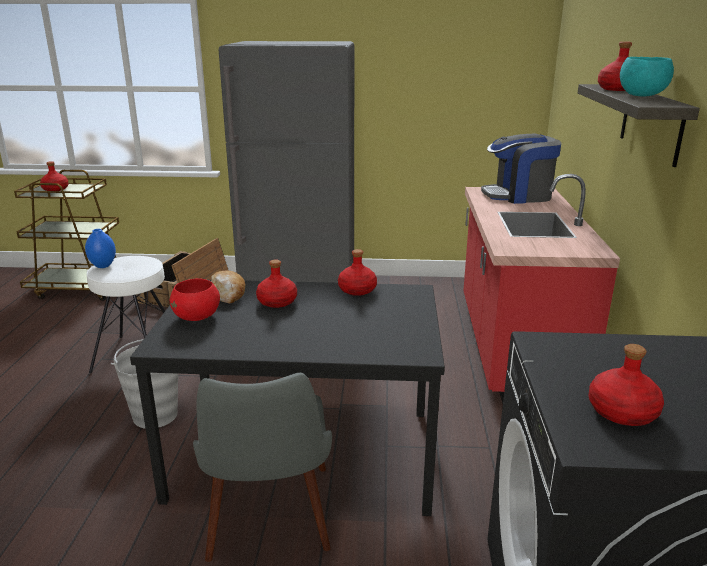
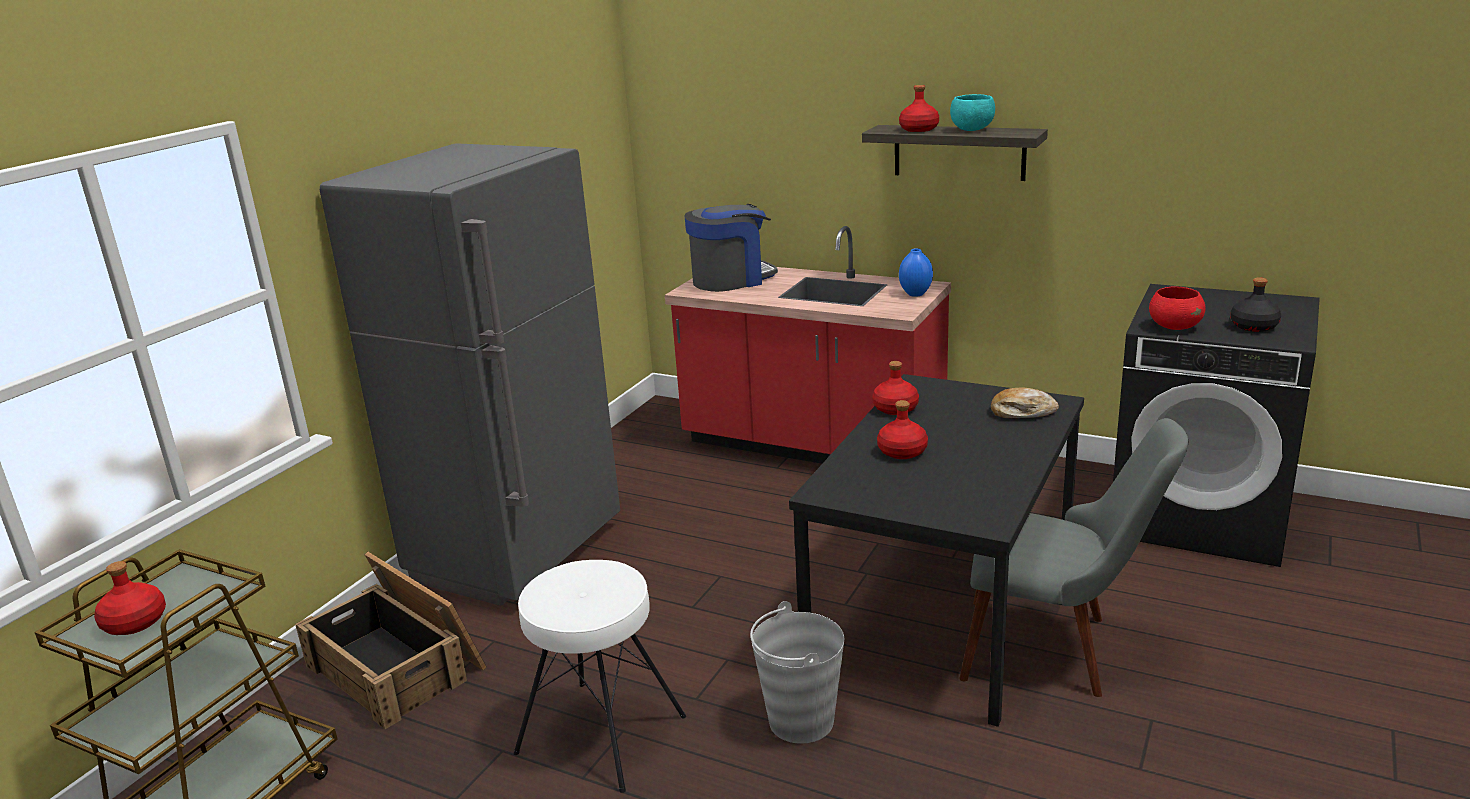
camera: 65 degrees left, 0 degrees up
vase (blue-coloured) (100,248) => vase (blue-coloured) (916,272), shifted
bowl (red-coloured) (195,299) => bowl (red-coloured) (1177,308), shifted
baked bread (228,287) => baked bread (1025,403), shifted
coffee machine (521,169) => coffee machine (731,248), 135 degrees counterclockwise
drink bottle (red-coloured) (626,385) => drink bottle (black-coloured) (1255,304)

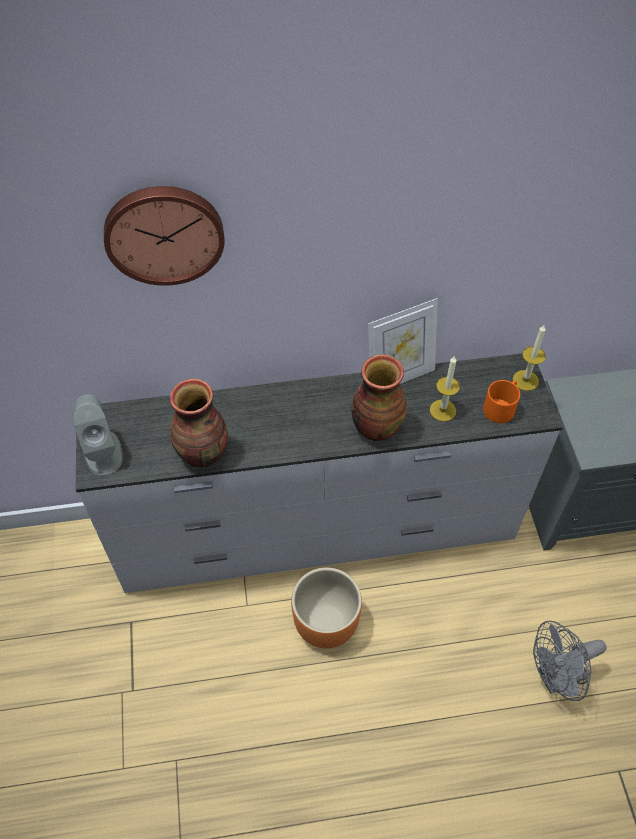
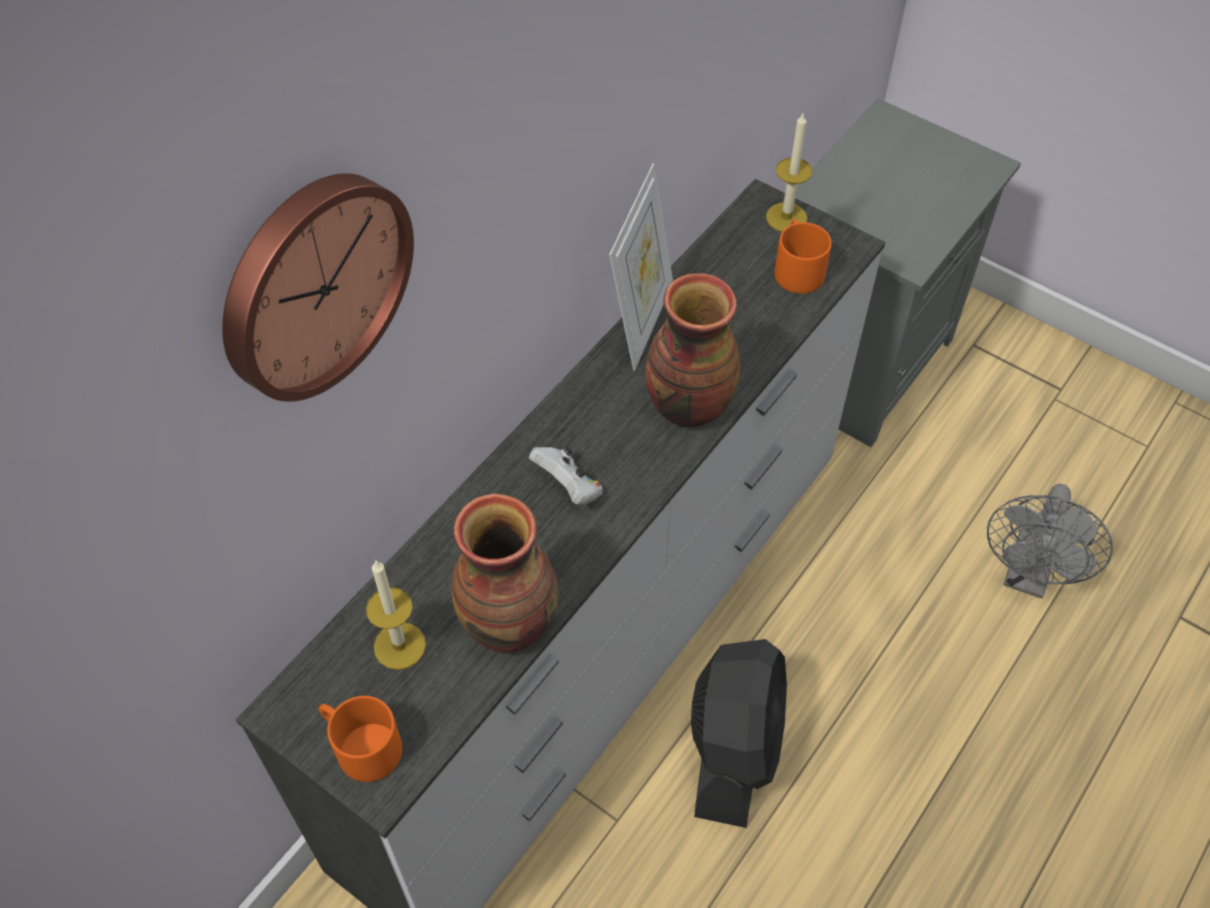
camera: 45 degrees left, 0 degrees up
speaker (gray) (98,434) => coffee mug (orange-coloured) (360,739)
plant pot (orange-coloured) (326,608) => cooling fan (black-coloured) (739,733)
wax candle (445,388) => wax candle (396,615), shifted
nothing => joypad (whitish) (566,476)

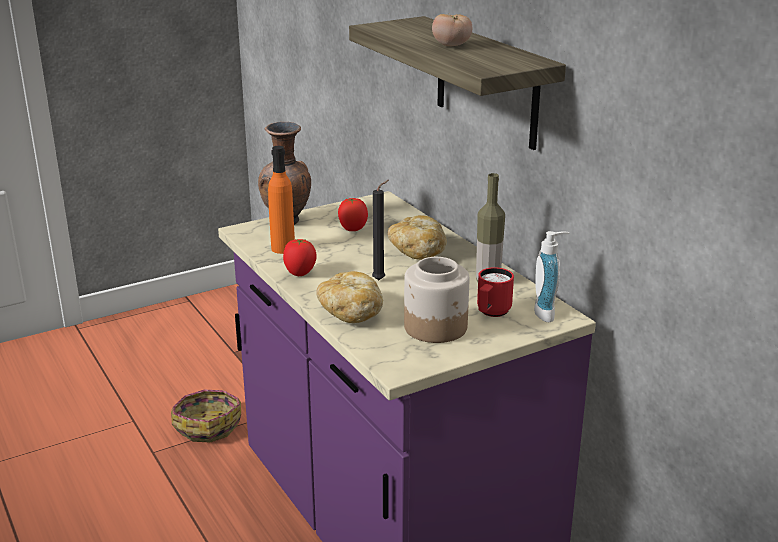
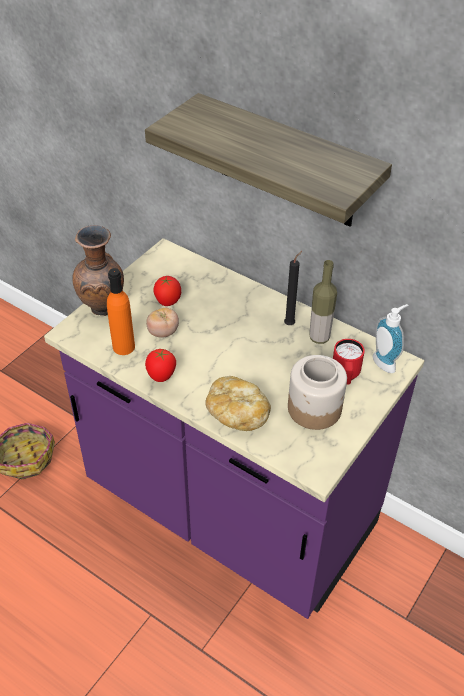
camera: 25 degrees left, 20 degrees up
wax candle (black-coloured) (380,230) => wax candle (black-coloured) (293,288), shifted
baked bread (417,237) => nothing
whole tomato (452,30) => whole tomato (162,323), shifted

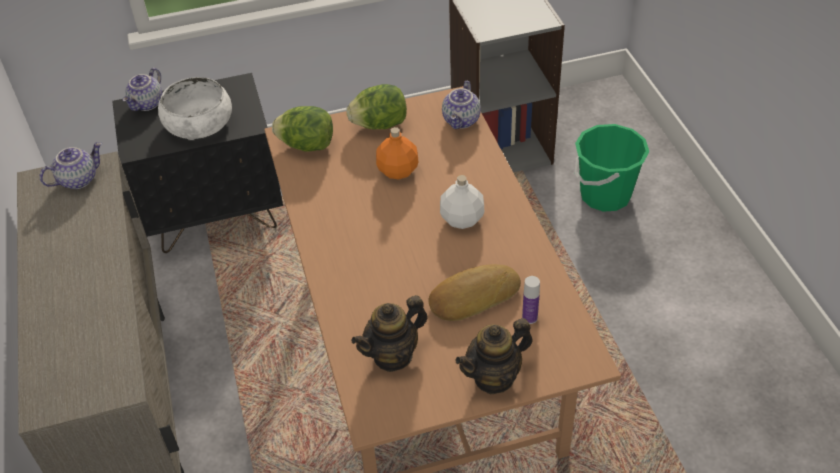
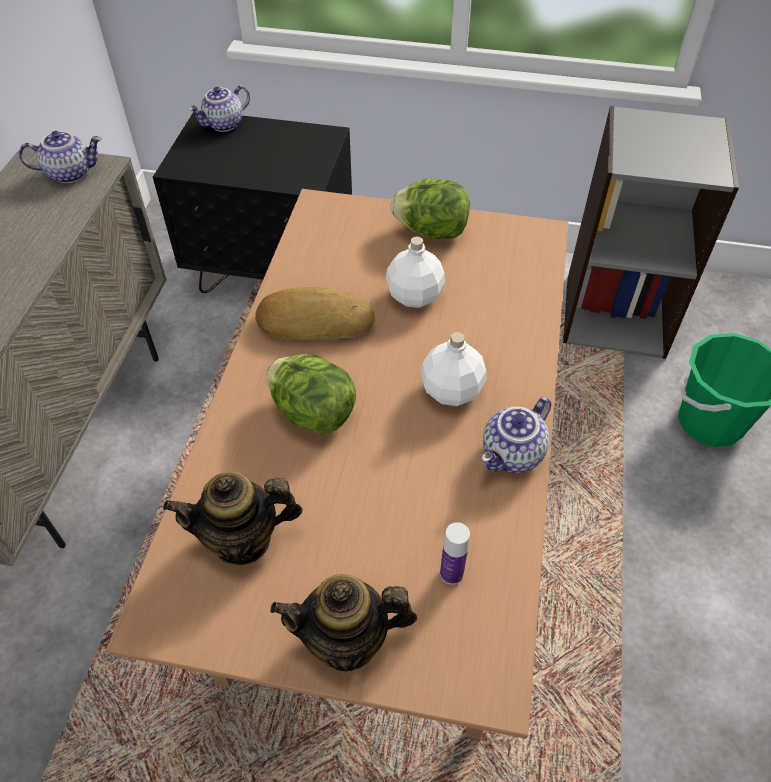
camera: 25 degrees right, 5 degrees up
bowl (whitish) (195,108) => nothing
lettuce head (302,128) => lettuce head (311,394), shifted
drink bottle (orange-coloured) (397,153) => drink bottle (whitish) (415,272)
baked bread (475,292) => baked bread (315,314), shifted
tea pot (461,105) => tea pot (516,435), shifted

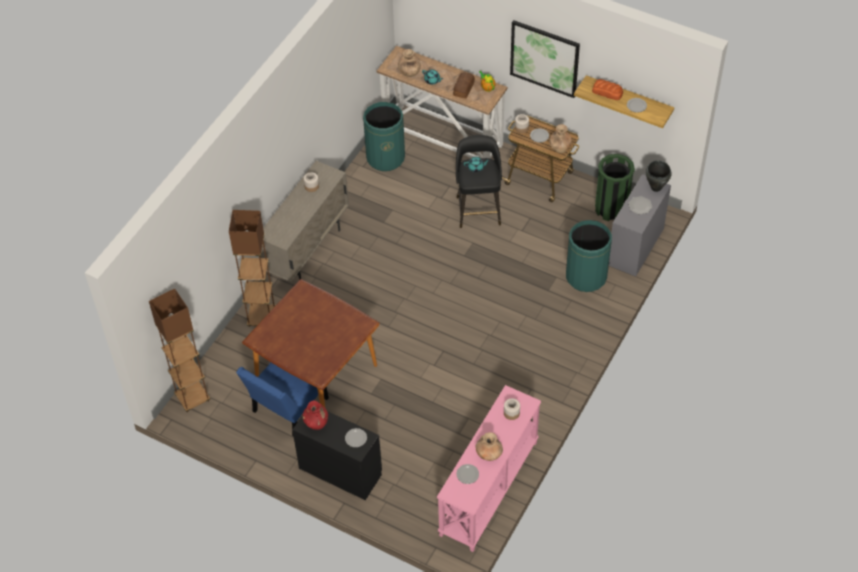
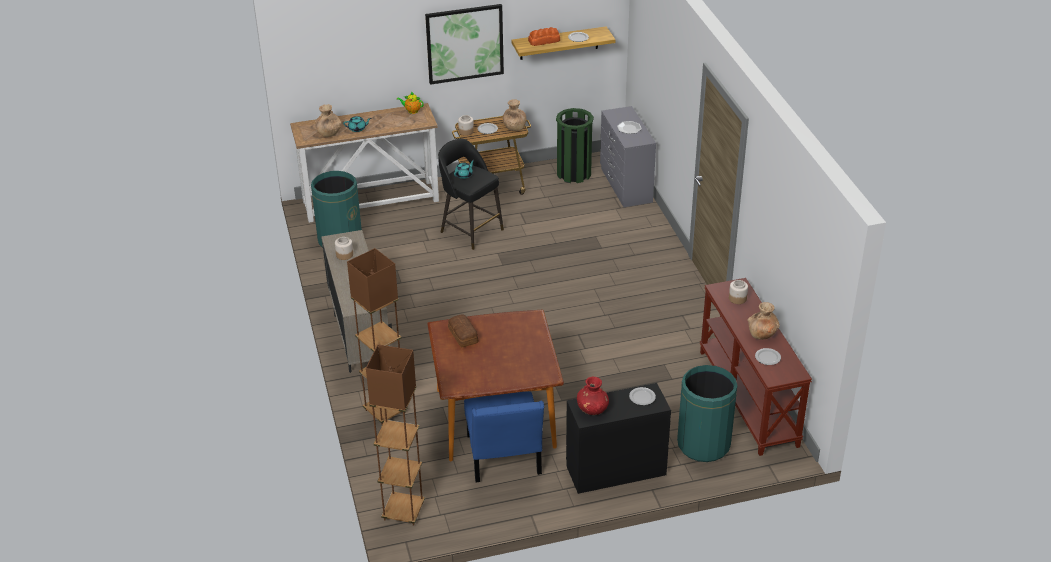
camera: 45 degrees left, 15 degrees down
console table (pink-coloured) (489,468) => console table (brown-coloured) (756,367)
baked bread (464,85) => baked bread (463,331), shifted
rubbish bin (green-coloured) (589,256) => rubbish bin (green-coloured) (707,413), shifted
stockpot (black-coloured) (659,176) => nothing

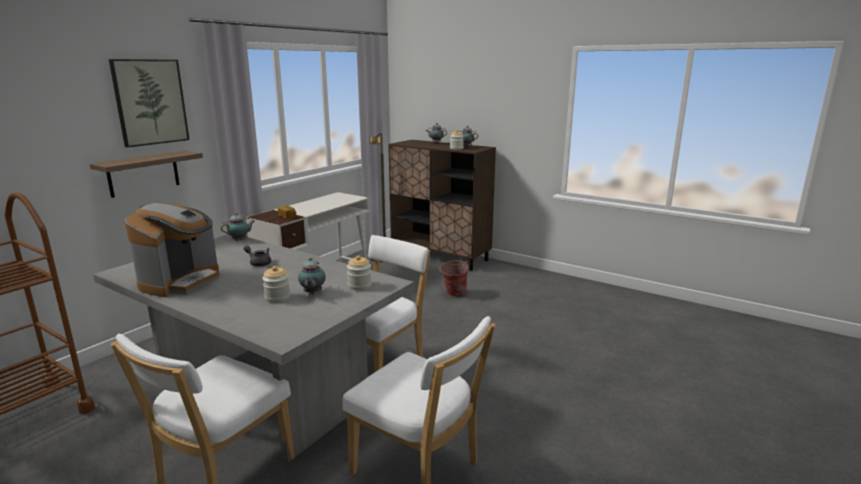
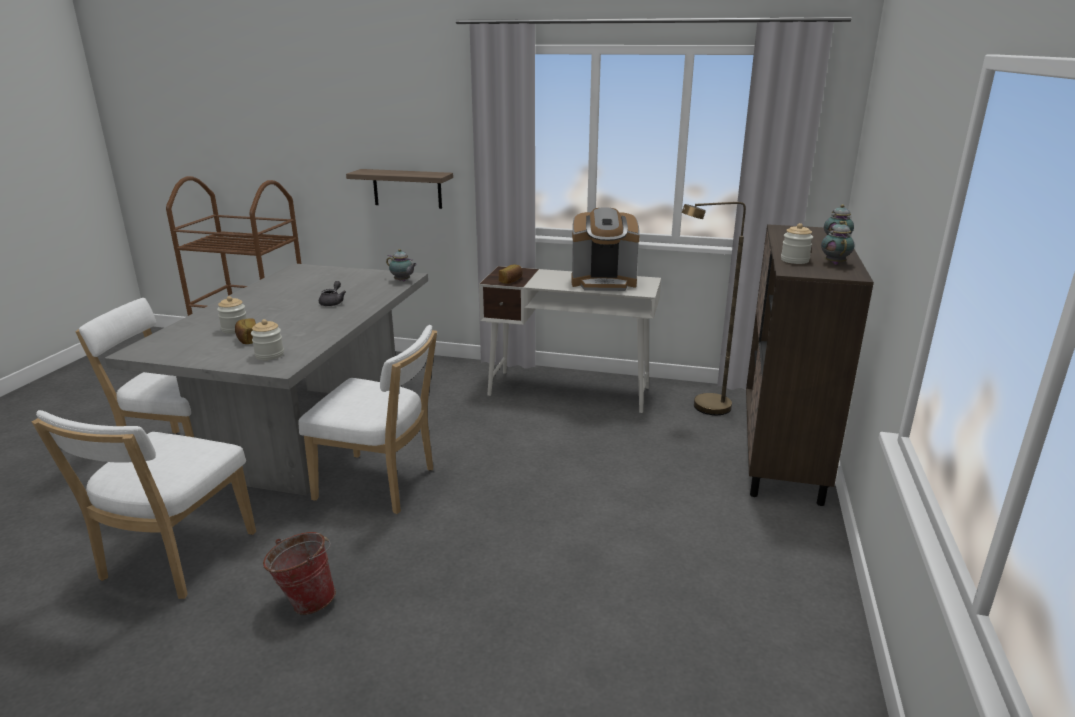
camera: 70 degrees right, 5 degrees up
wall picture (149,103) => nothing
coffee machine (172,250) => coffee machine (605,249), shifted
tea pot (312,275) => baked bread (245,331)
bucket (454,278) => bucket (299,573), shifted

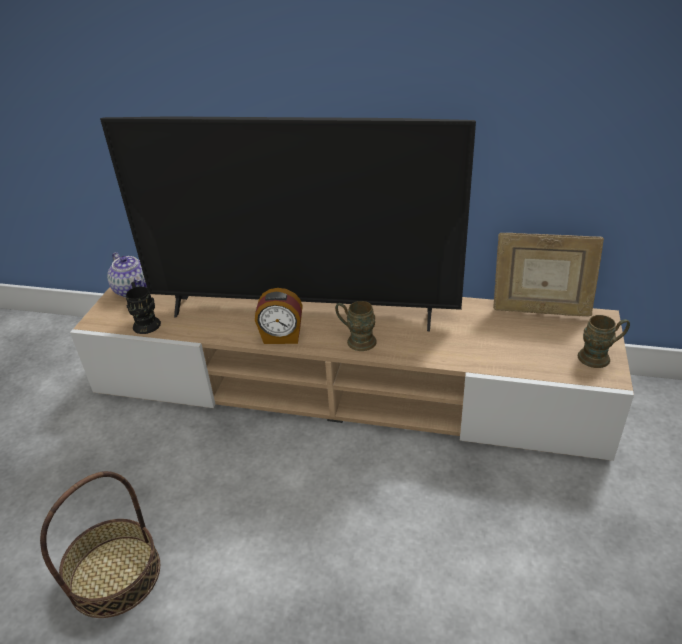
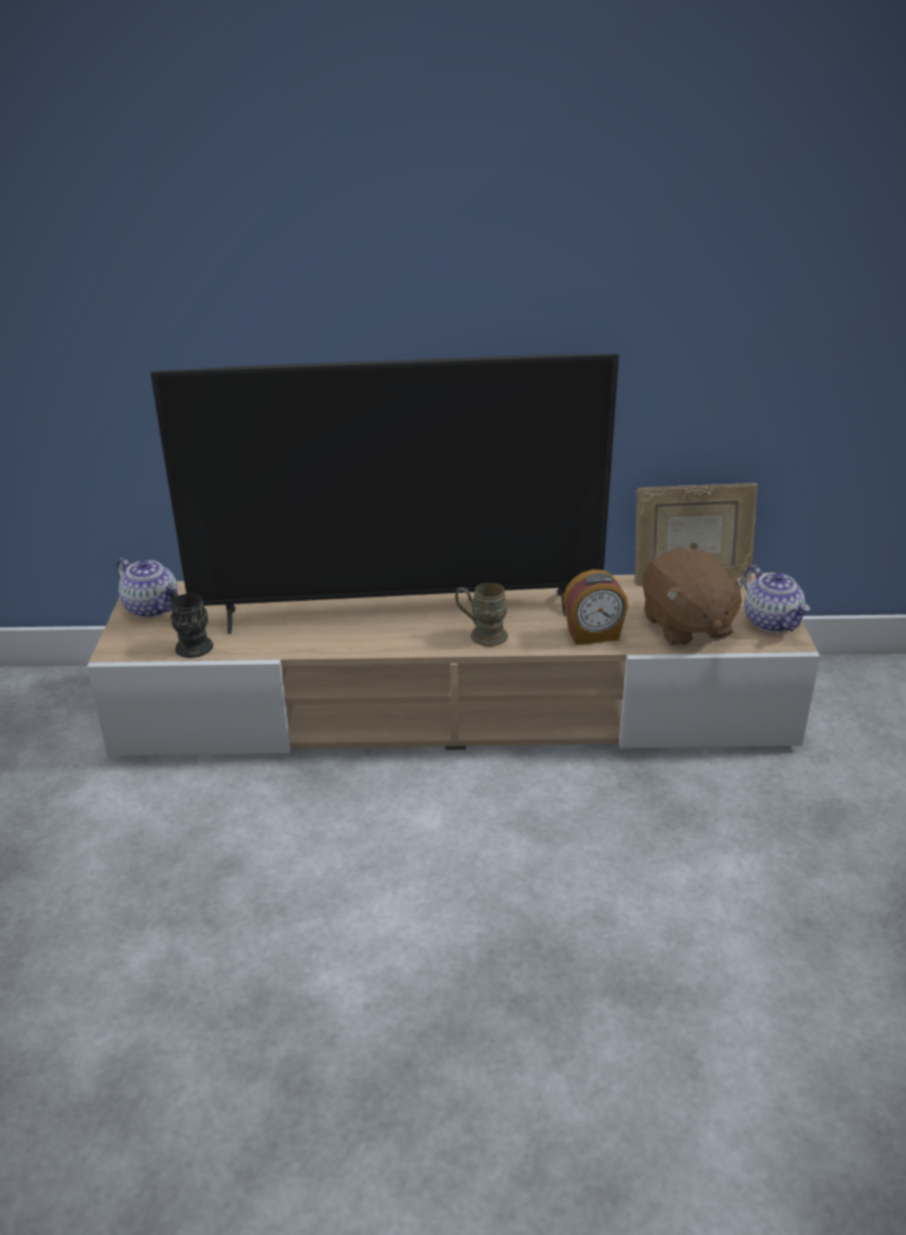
camera: 15 degrees left, 5 degrees down
storage basket (100,544) => nothing
bedside clock (279,316) => bedside clock (595,607), shifted
coffee mug (brown-coloured) (604,341) => tea pot (777,598)
nothing => plush toy (brown-coloured) (695,597)

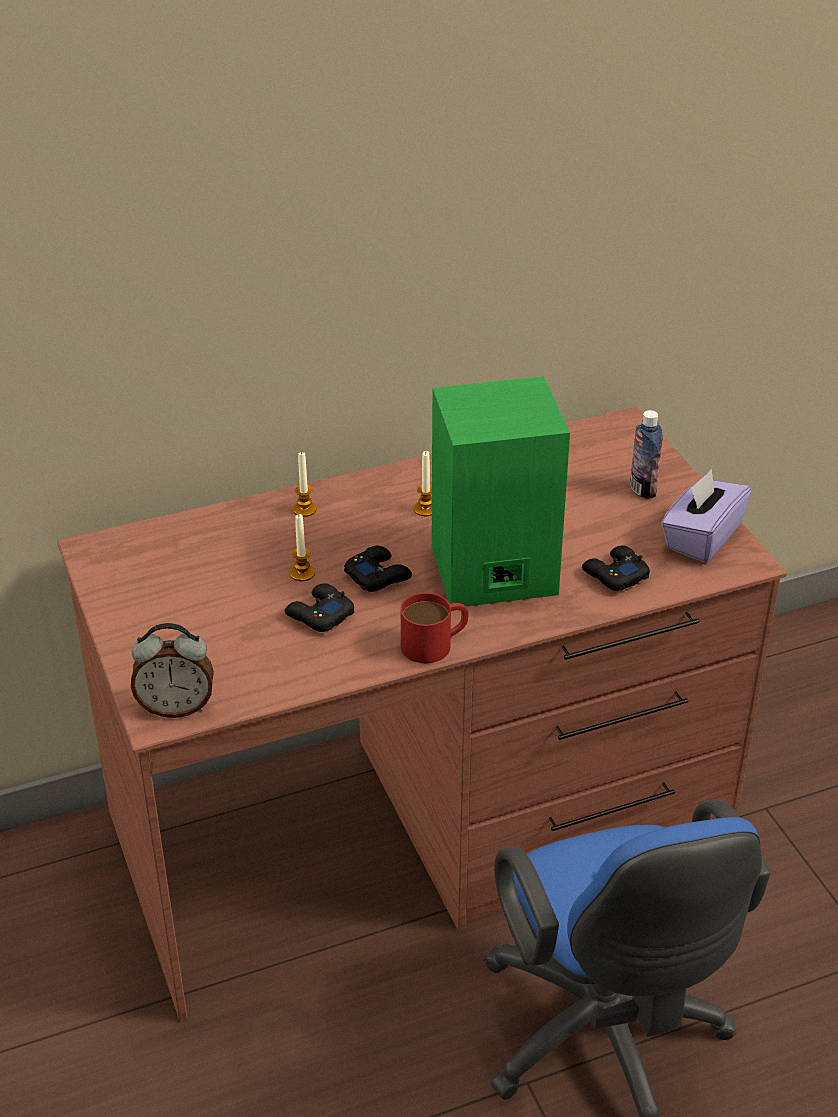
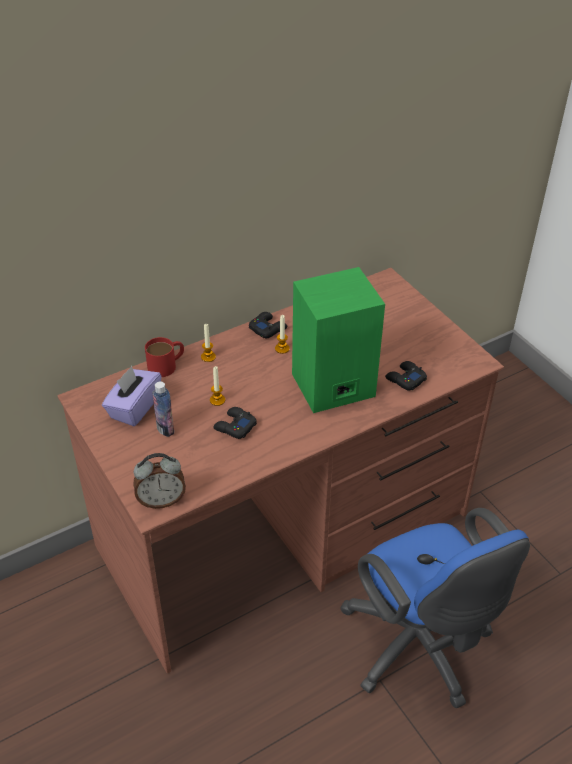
camera: 10 degrees left, 5 degrees up
joypad (black-coloured) (378,569) => joypad (black-coloured) (268,325), shifted
coffee mug (red-coloured) (435,628) => coffee mug (red-coloured) (164,357), shifted
drink bottle (646,454) => drink bottle (163,409), shifted
box of tissues (purplish) (706,516) => box of tissues (purplish) (131,396), shifted

